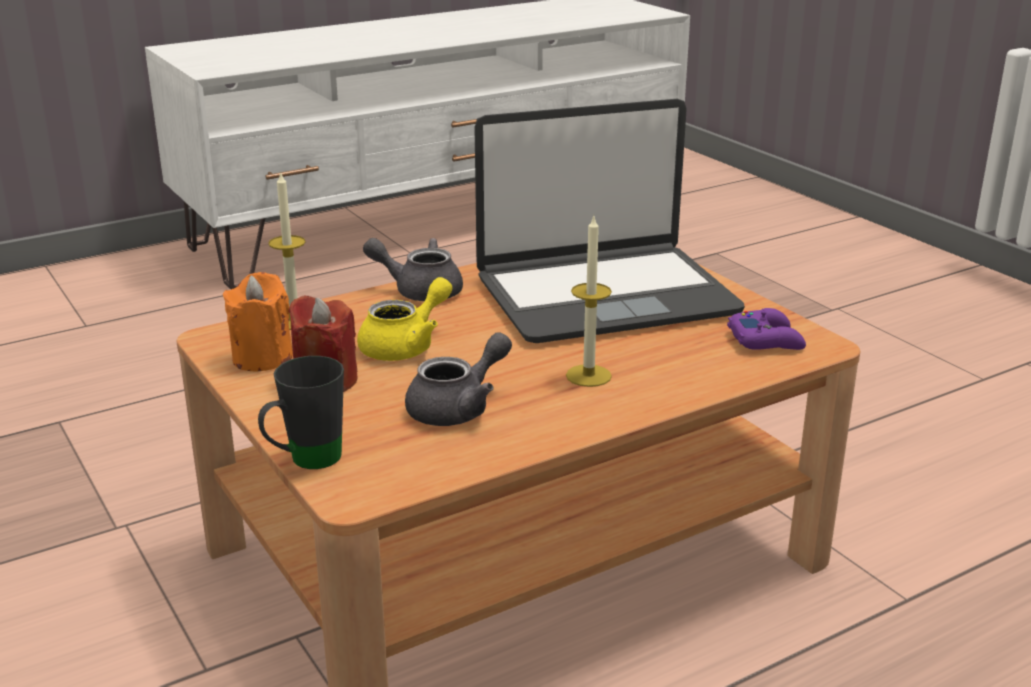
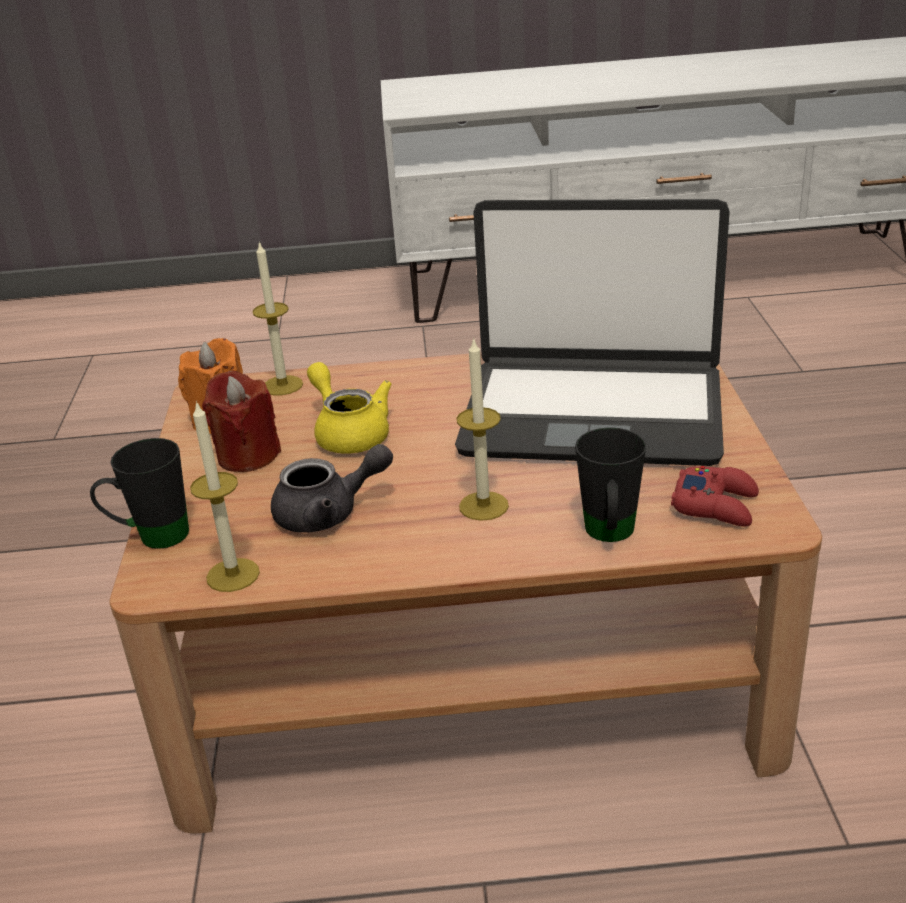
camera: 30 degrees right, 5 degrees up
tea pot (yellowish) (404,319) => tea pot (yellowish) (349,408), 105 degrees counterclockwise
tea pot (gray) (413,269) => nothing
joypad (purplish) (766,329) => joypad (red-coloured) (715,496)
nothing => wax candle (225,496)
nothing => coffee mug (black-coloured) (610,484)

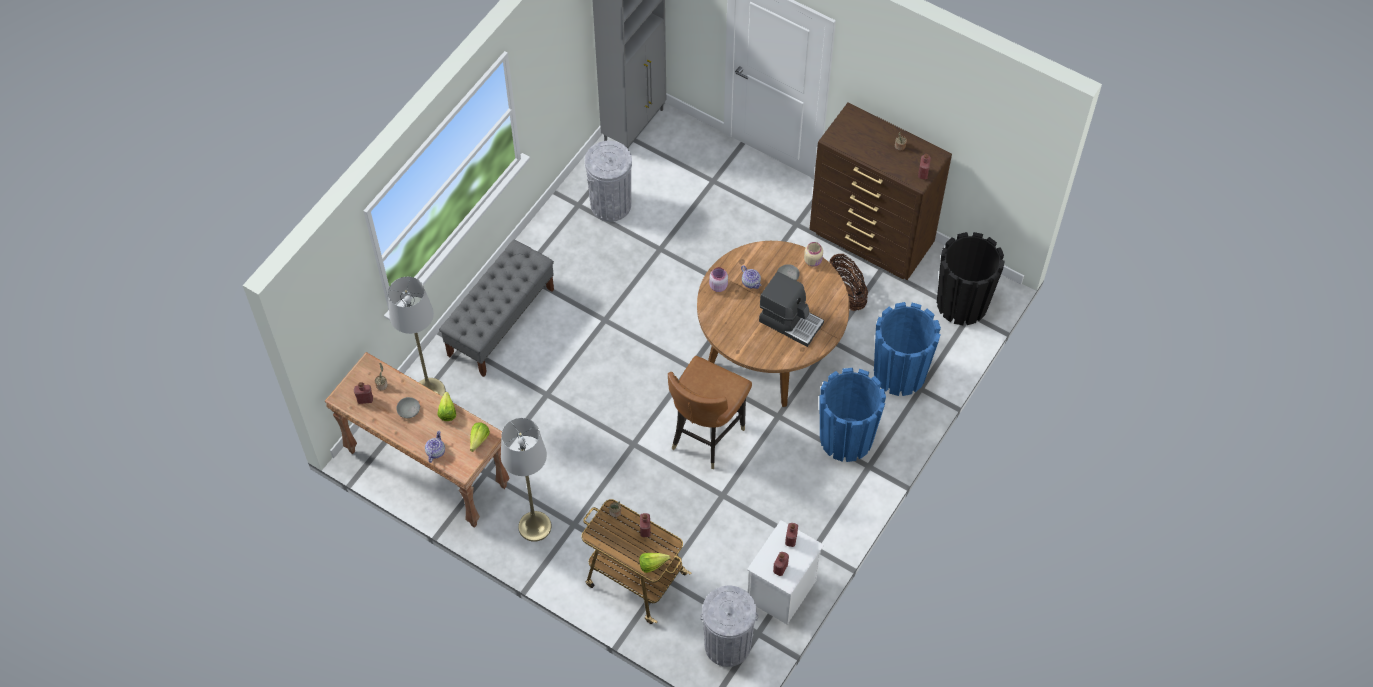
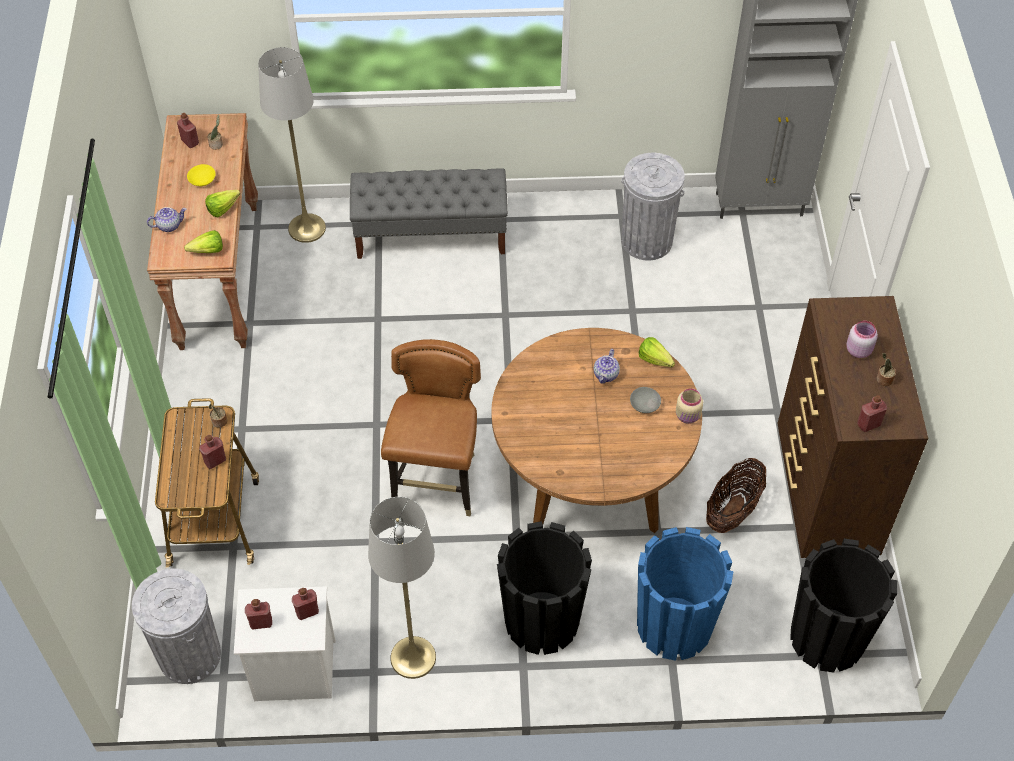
camera: 55 degrees right, 5 degrees down
bowl (gray) (408,407) => bowl (yellowish) (201,175)
standing lamp (gray) (526,480) => standing lamp (gray) (402,588), shifted
lettuce head (654,563) => lettuce head (657,352), shifted
plain chair (brown-coloured) (710,412) => plain chair (brown-coloured) (431,427), 105 degrees clockwise
jar (pink-coloured) (718,279) => jar (pink-coloured) (862,339), shifted
coffee machine (791,309) => nothing
plant pot (blue-coloured) (852,415) => plant pot (black-coloured) (544,588)

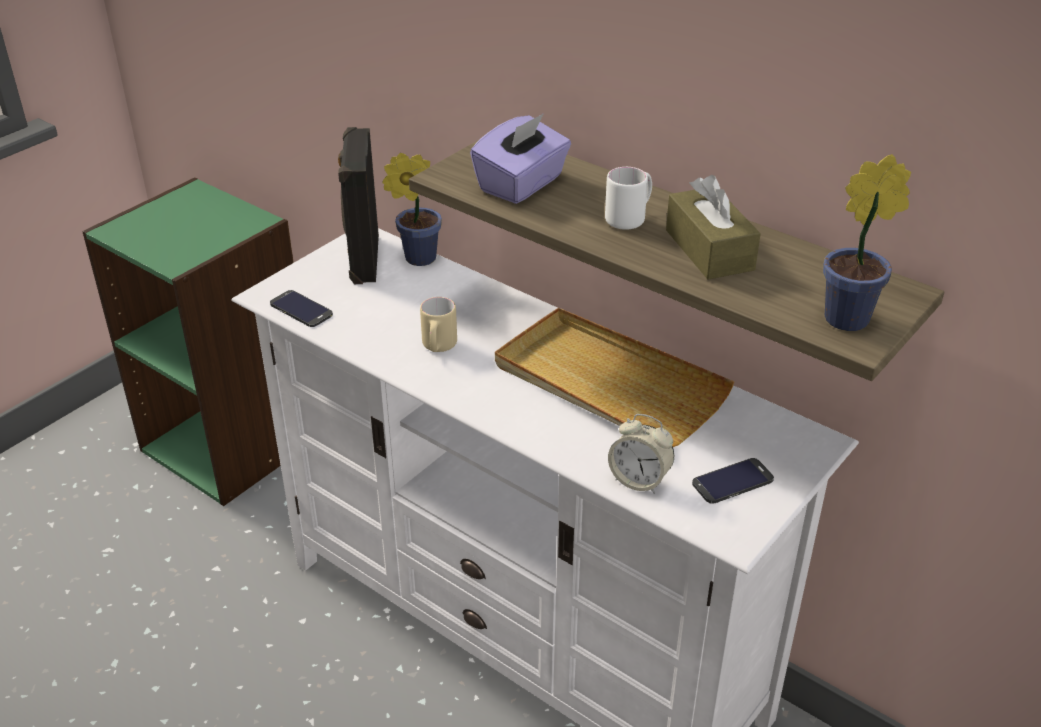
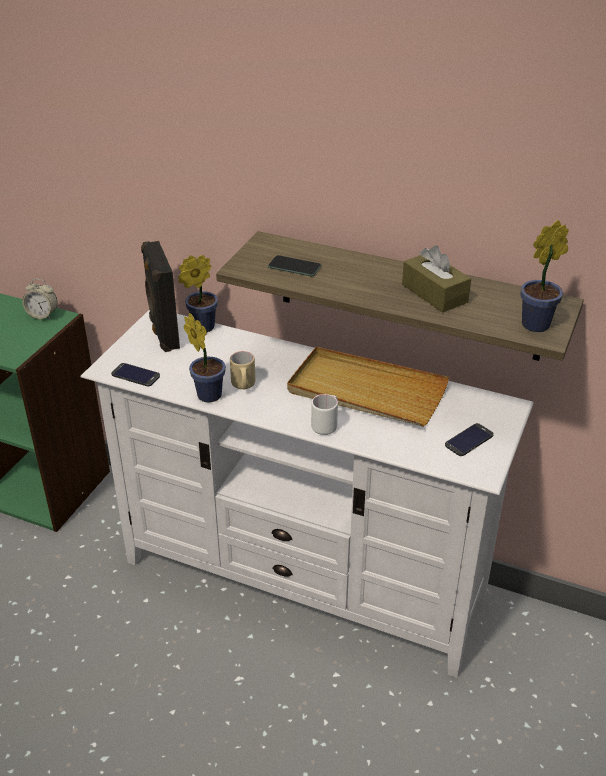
camera: 15 degrees left, 0 degrees up
box of tissues (purplish) (520,158) => handset (294,265)
coffee mug (whitish) (628,198) => coffee mug (whitish) (324,414), shifted
bedside clock (641,454) => bedside clock (40,299), shifted
nothing => houseplant (205,357)

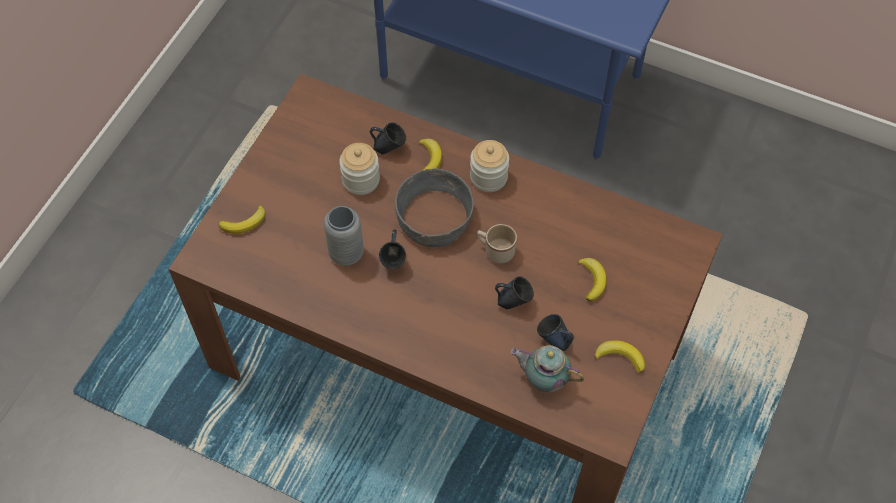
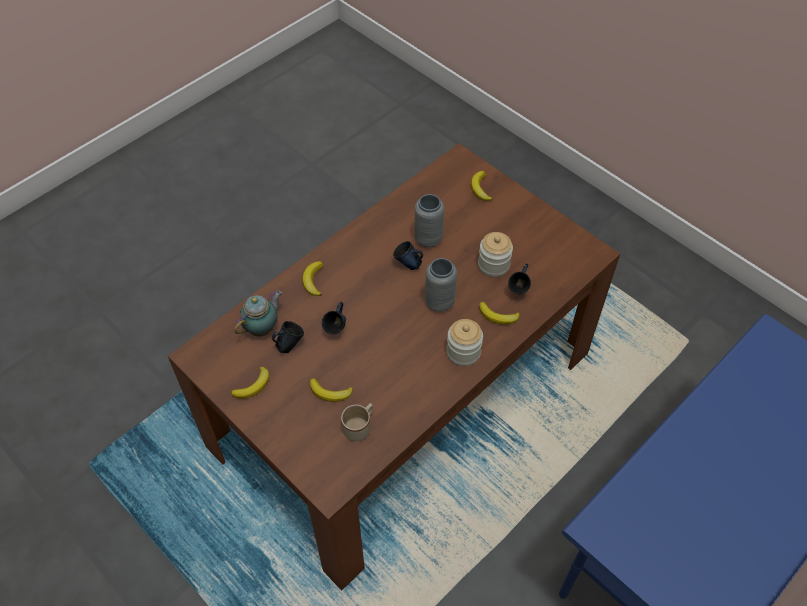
camera: 110 degrees right, 5 degrees down
bowl (gray) (434,207) => vase (gray) (441,285)
coffee mug (beige) (497,243) => coffee mug (beige) (357,422), shifted
nothing => whole banana (312,278)

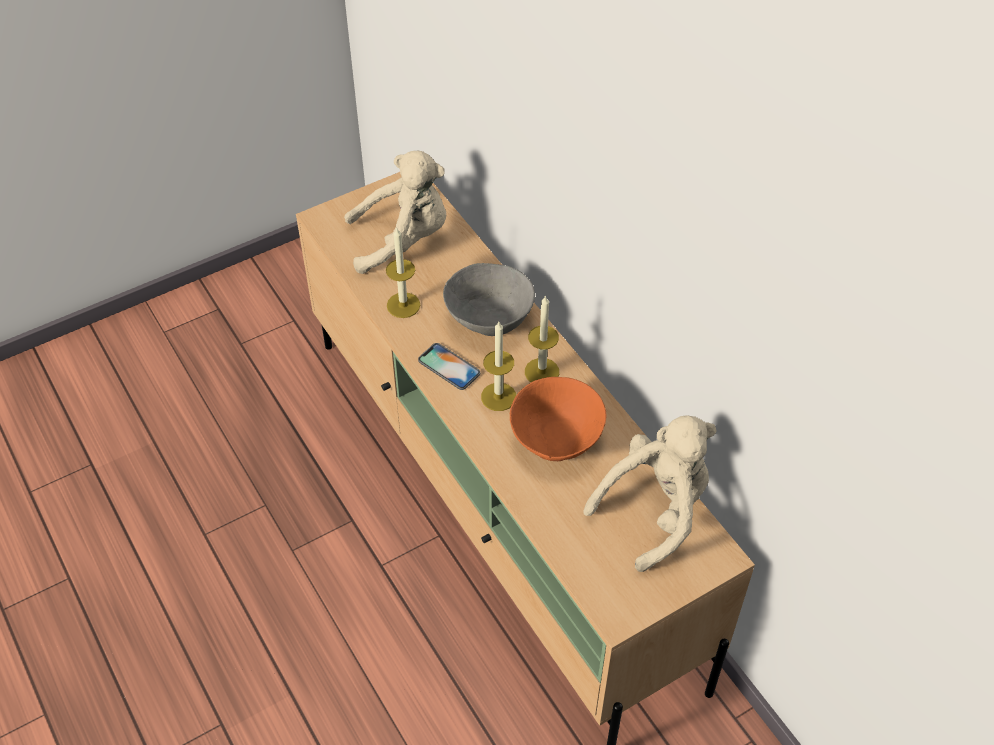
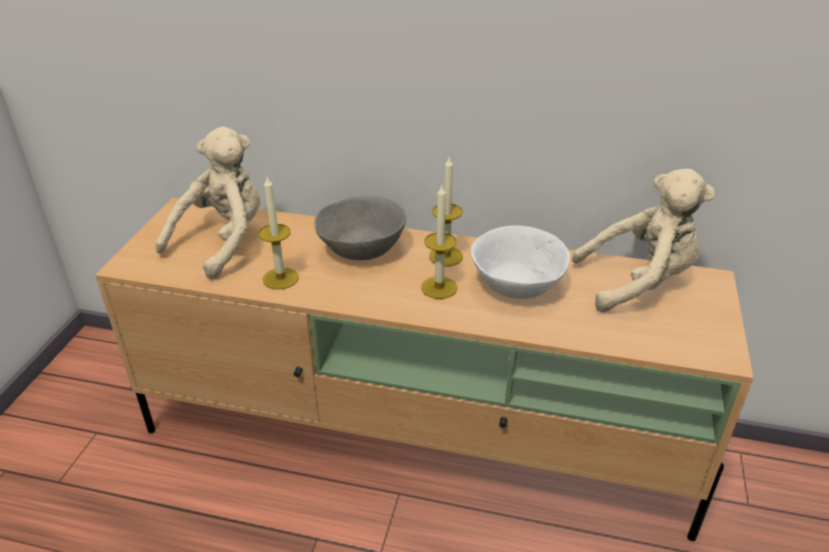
camera: 45 degrees left, 15 degrees down
handset (449,366) => nothing
bowl (orange-coloured) (558,419) => bowl (whitish) (520,262)
plush toy (beige) (650,494) => plush toy (beige) (643,241), 75 degrees clockwise

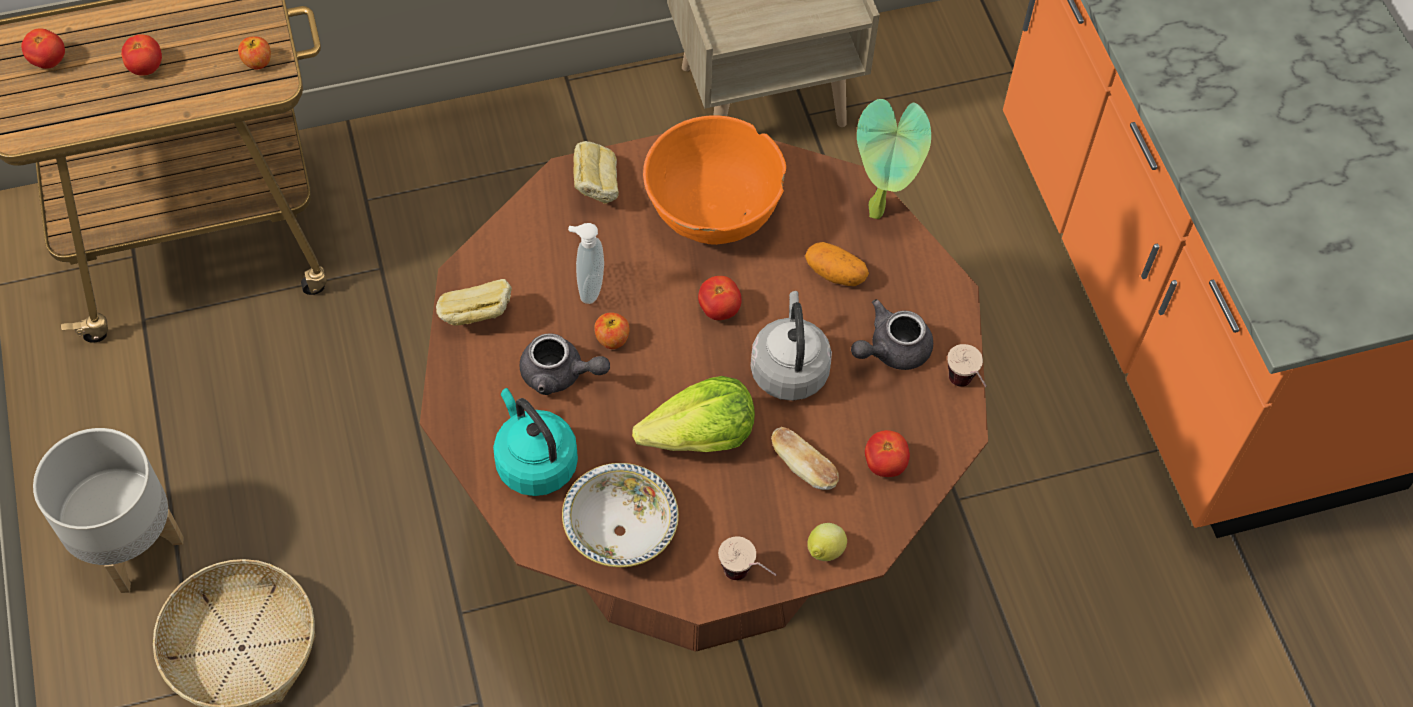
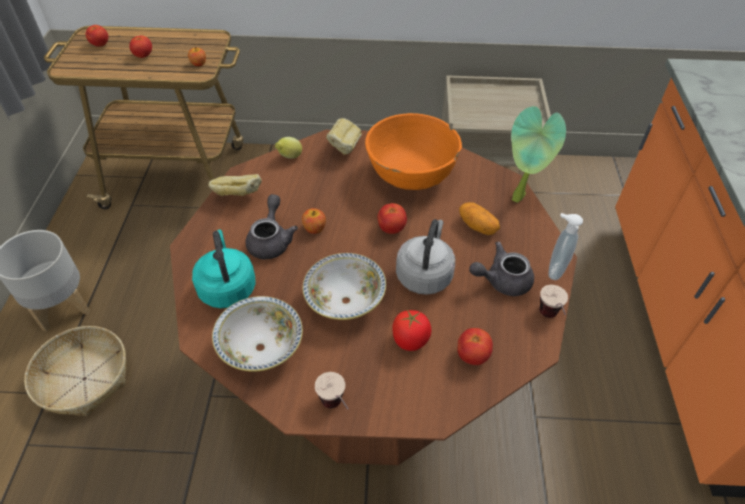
camera: 20 degrees right, 10 degrees down
tea pot (gray) (565,364) => tea pot (gray) (272,226), 120 degrees counterclockwise
soap dispenser (586,263) => soap dispenser (565,246), shifted
lettuce head (693,414) => bowl (344,286)
baked bread (805,458) => whole tomato (411,330)
whole lemon (827,542) => whole lemon (288,148), shifted

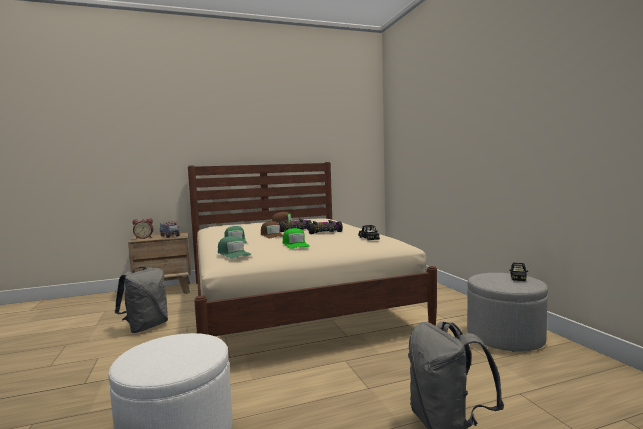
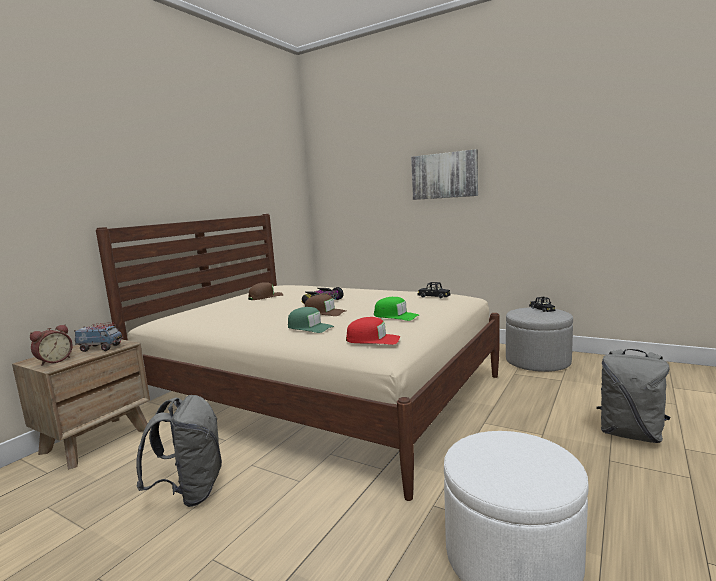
camera: 40 degrees left, 5 degrees up
cap (green-coloured) (234,247) => cap (red-coloured) (373,331)
toy car (325,227) => nothing
nothing => wall picture (444,174)

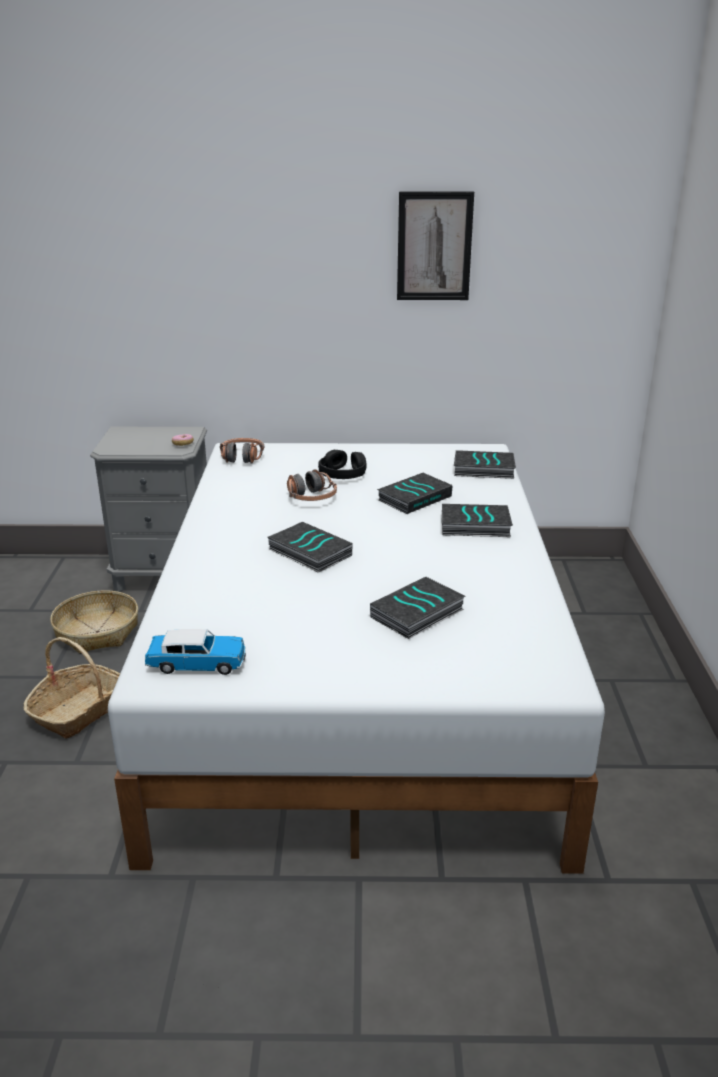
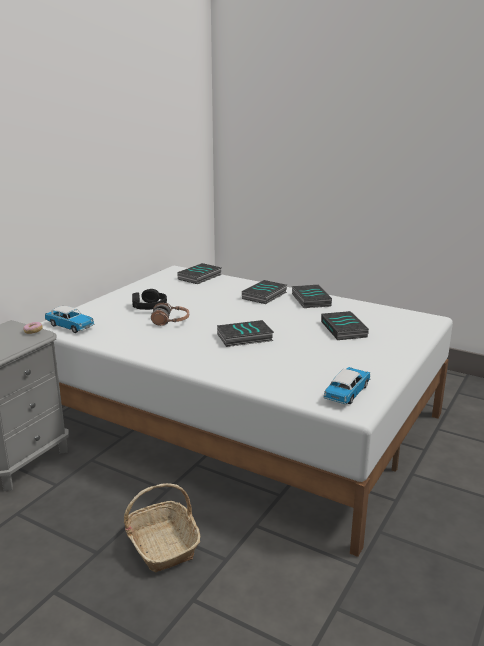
camera: 60 degrees left, 5 degrees down
storage basket (94,622) => nothing
pair of headphones (242,451) => toy car (69,319)
volume (415,493) => volume (312,296), shifted
wall picture (435,245) => nothing

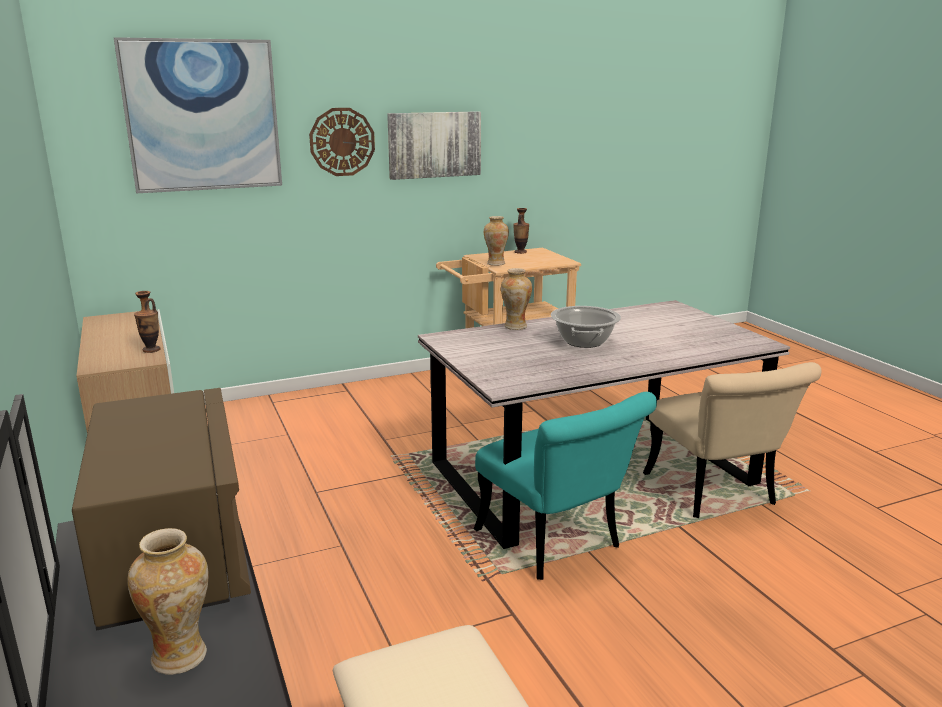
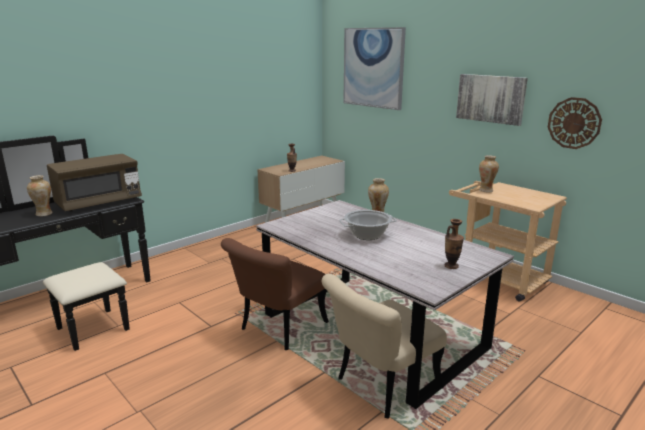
camera: 70 degrees right, 0 degrees up
clock on the wall (342,142) => clock on the wall (575,123), shifted
plain chair (blue-green) (565,486) => plain chair (brown-coloured) (275,294)
vase (521,231) => vase (454,244), shifted

